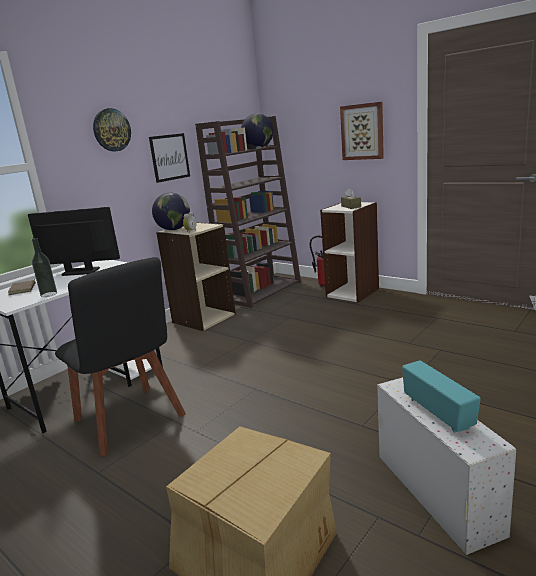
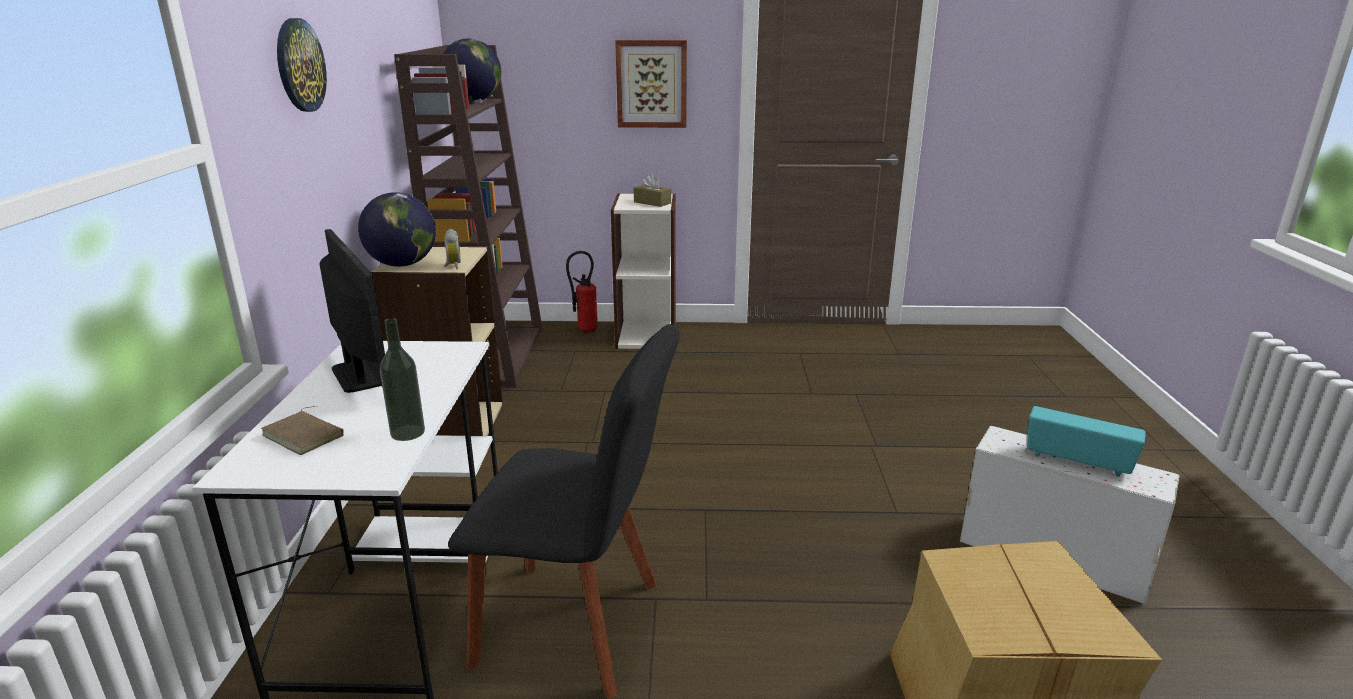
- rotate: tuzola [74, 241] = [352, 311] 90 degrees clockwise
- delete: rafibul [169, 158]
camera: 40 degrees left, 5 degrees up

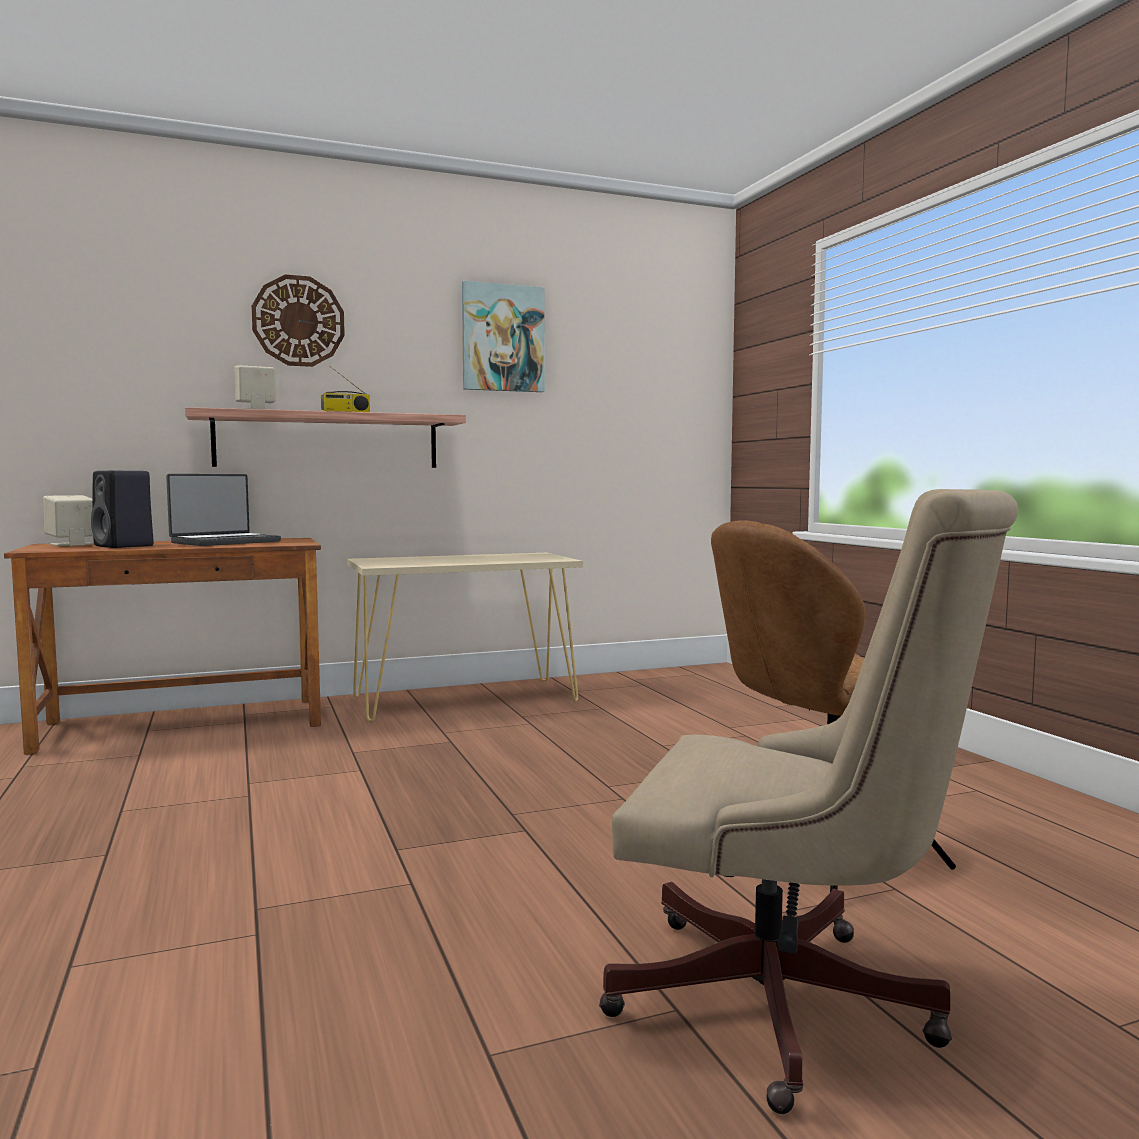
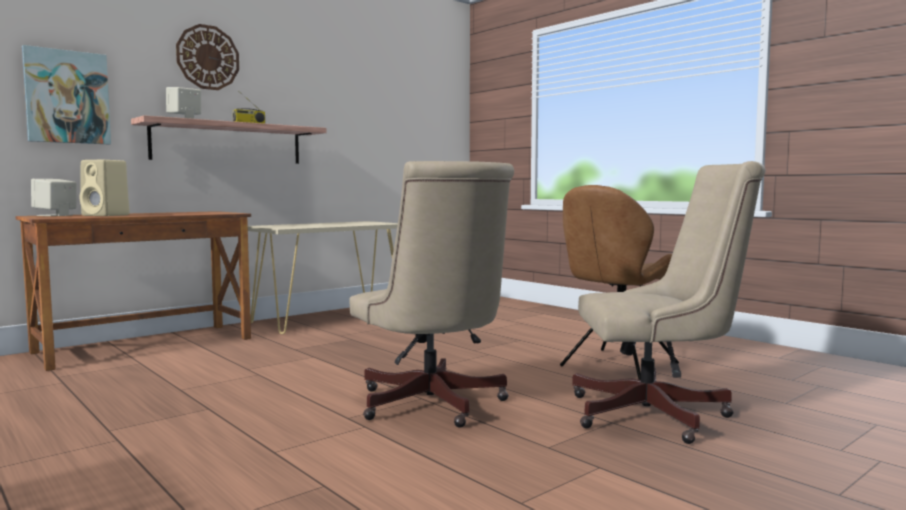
- recolor: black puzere [122, 509] to beige puzere [105, 188]
- delete: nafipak [223, 510]
- move: rafibul [503, 336] to [66, 94]
- insert: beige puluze [431, 294]
camera: 20 degrees left, 0 degrees up

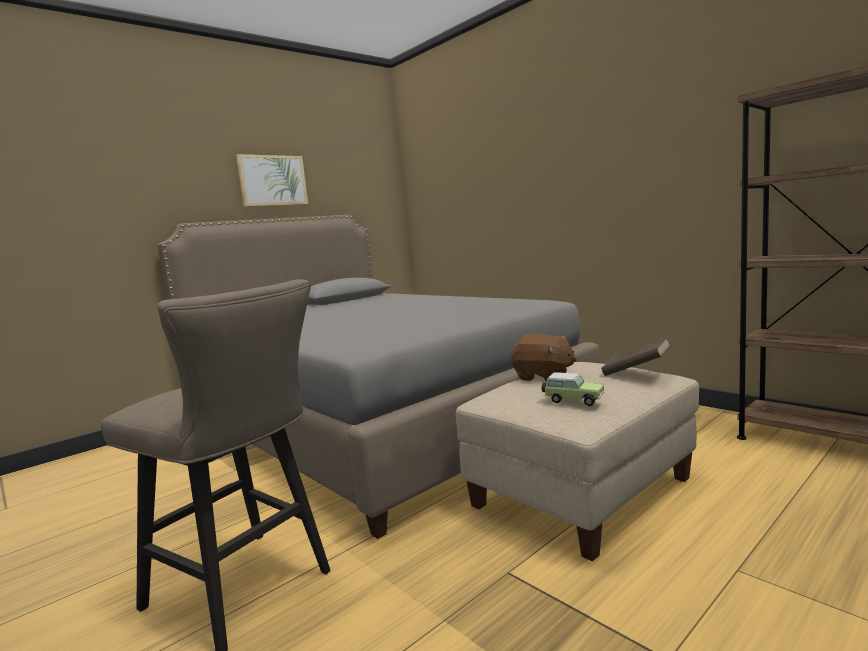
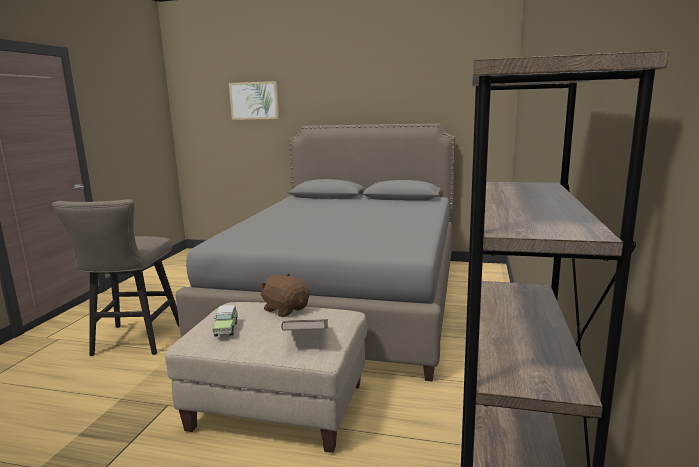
- move: rafibul [272, 180] to [254, 100]
- rotate: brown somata [544, 358] = [284, 295] 135 degrees clockwise
camera: 55 degrees right, 5 degrees up

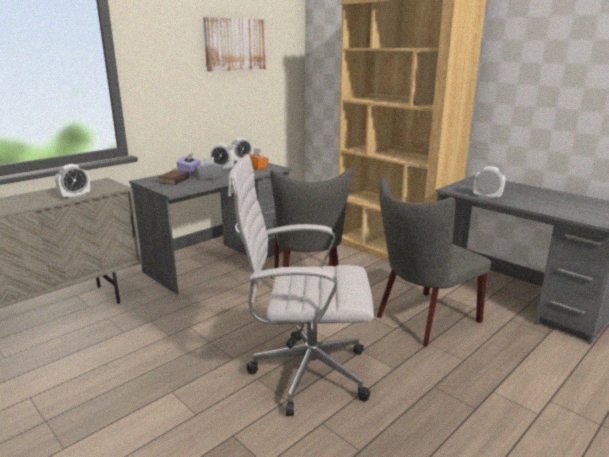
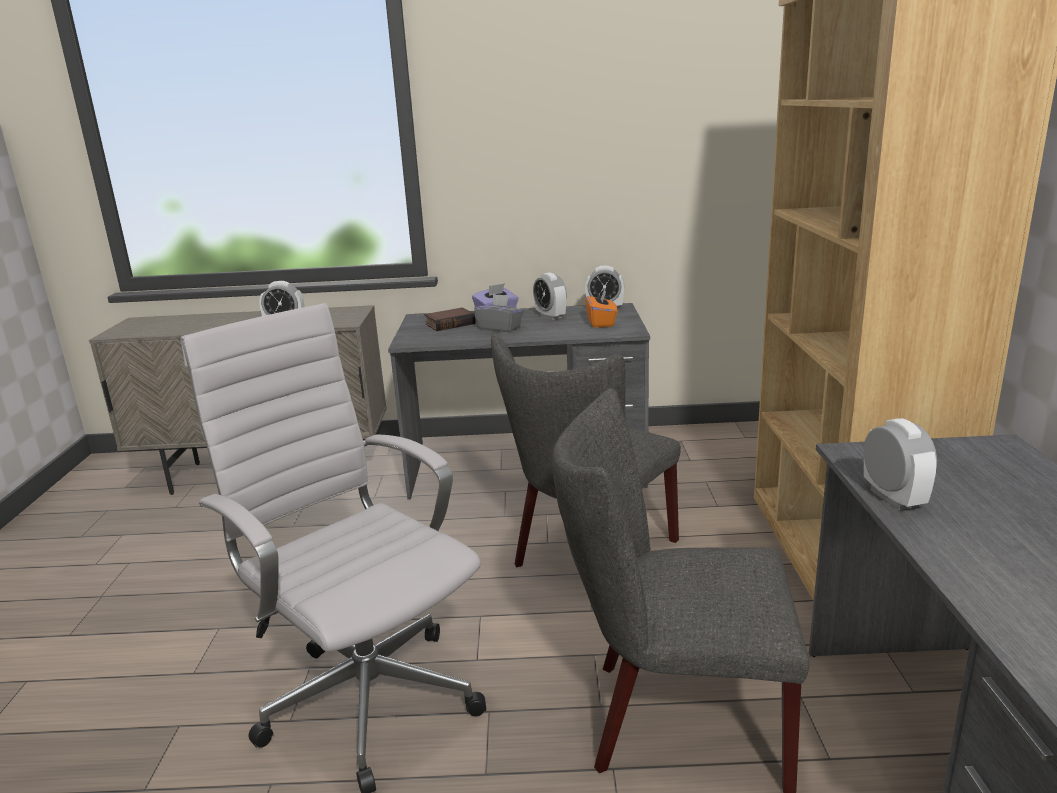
- delete: rafibul [235, 44]
camera: 45 degrees right, 0 degrees up

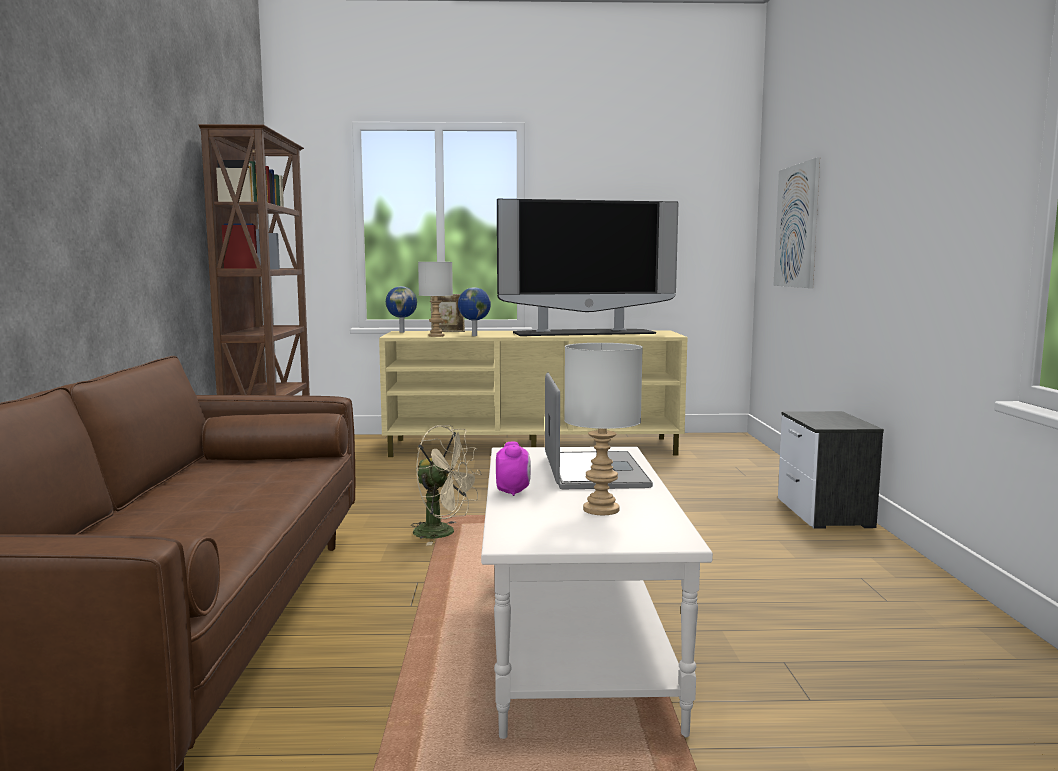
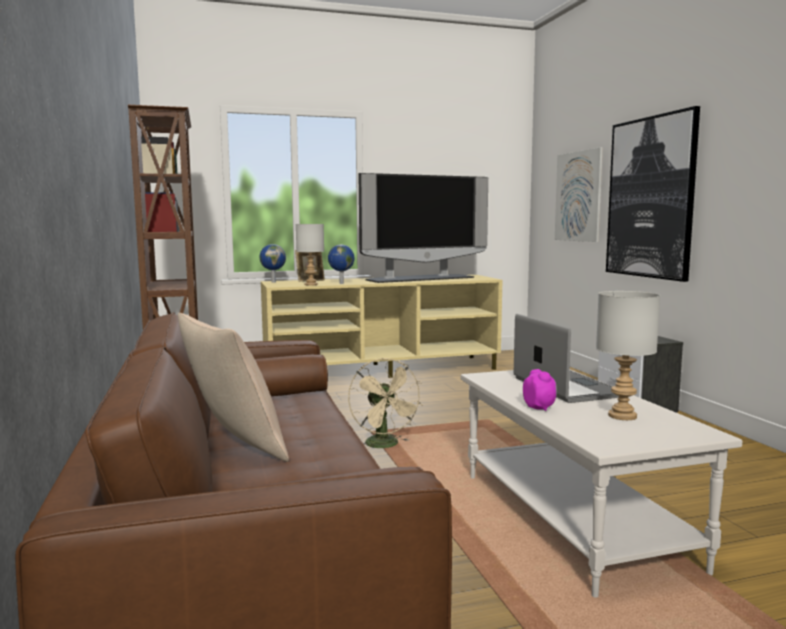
- rotate: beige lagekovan [446, 485] = [385, 403] 60 degrees clockwise
- insert: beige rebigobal [233, 387]
- insert: rafibul [653, 194]
camera: 15 degrees left, 0 degrees up

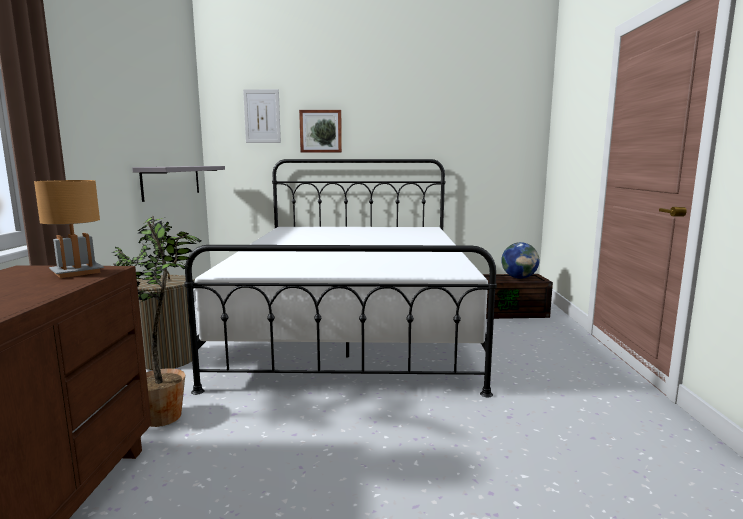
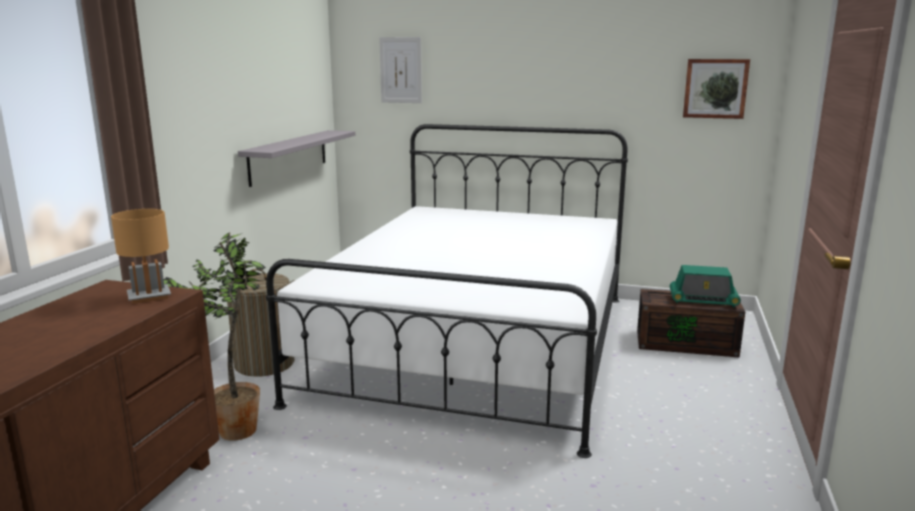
- move: rafibul [320, 131] to [716, 89]
- replace: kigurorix [520, 260] to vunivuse [705, 286]
camera: 15 degrees right, 5 degrees up

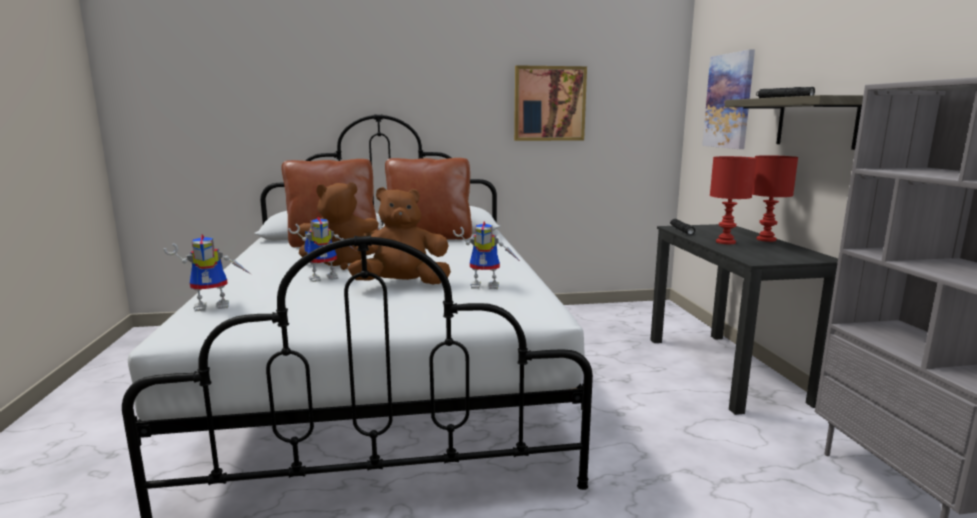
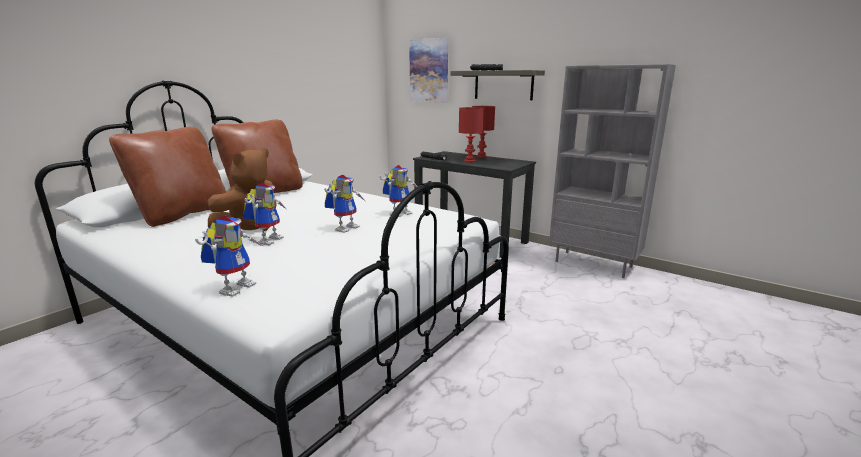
- replace: brown somata [399, 236] to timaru [344, 204]
- delete: rafibul [550, 103]
camera: 45 degrees left, 5 degrees up

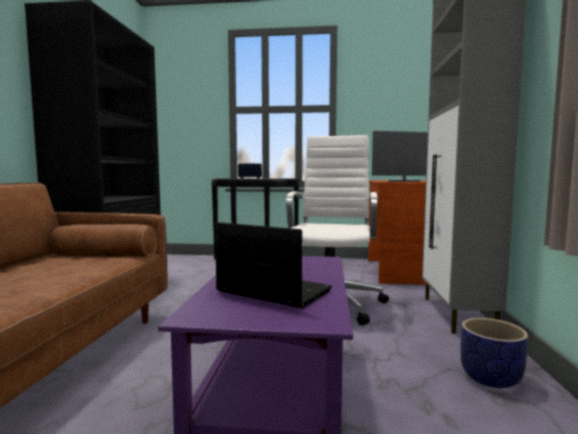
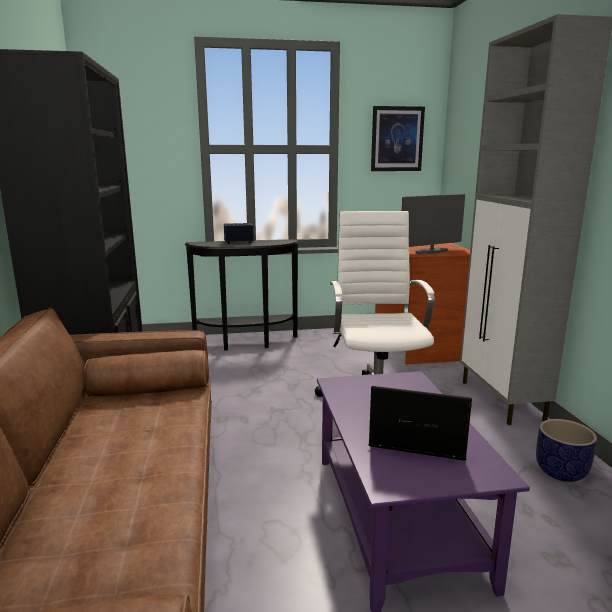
- insert: rafibul [398, 138]
camera: 15 degrees left, 10 degrees up

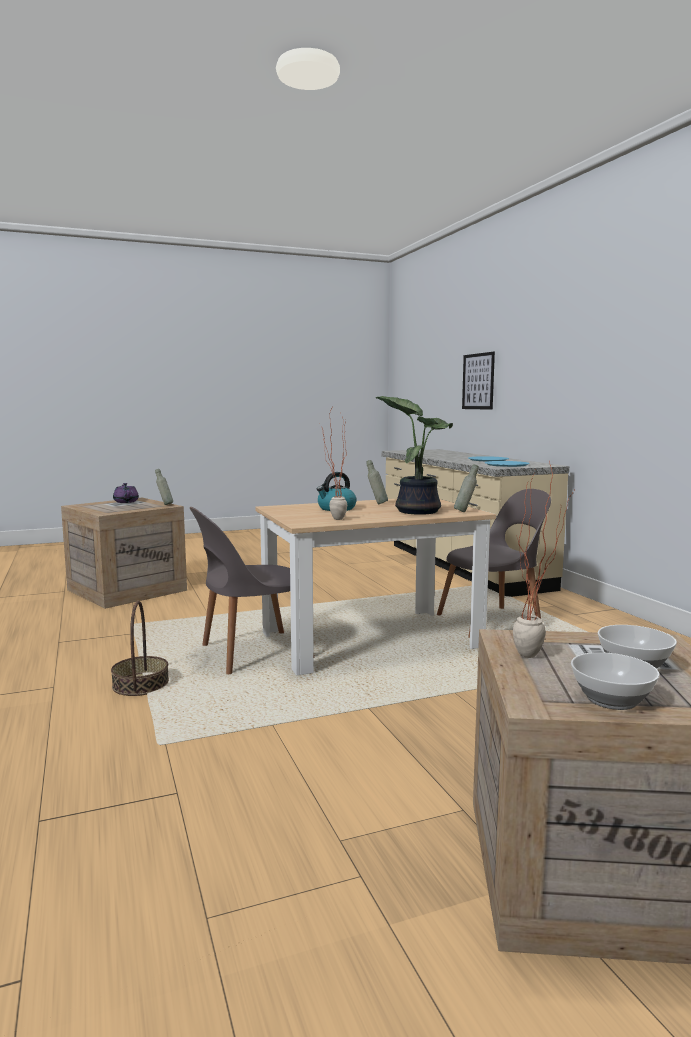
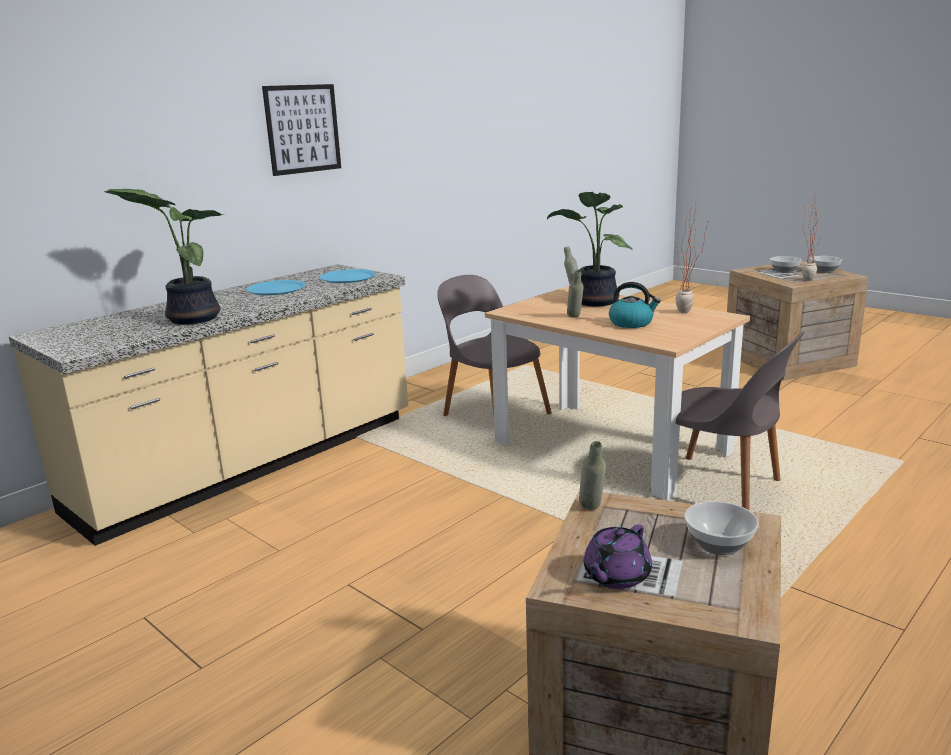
- delete: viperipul [140, 648]
- move: rafibul [478, 381] to [301, 130]
- insert: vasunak [163, 257]
- insert: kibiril [721, 528]
camera: 115 degrees left, 10 degrees up

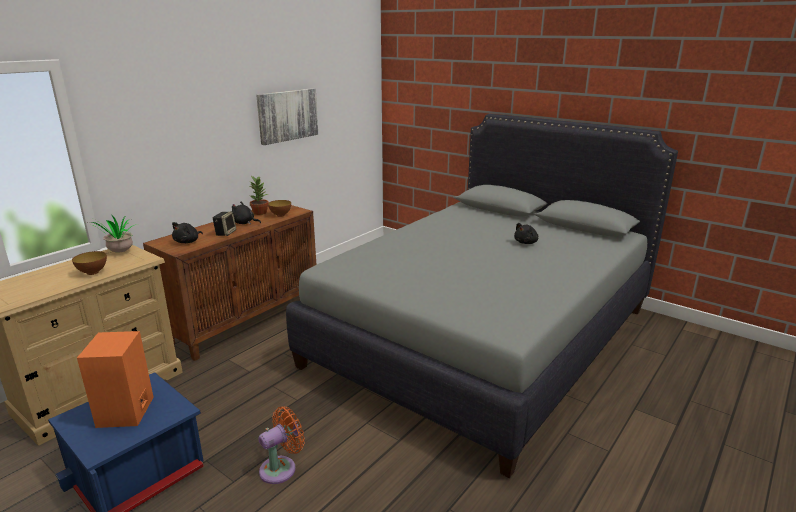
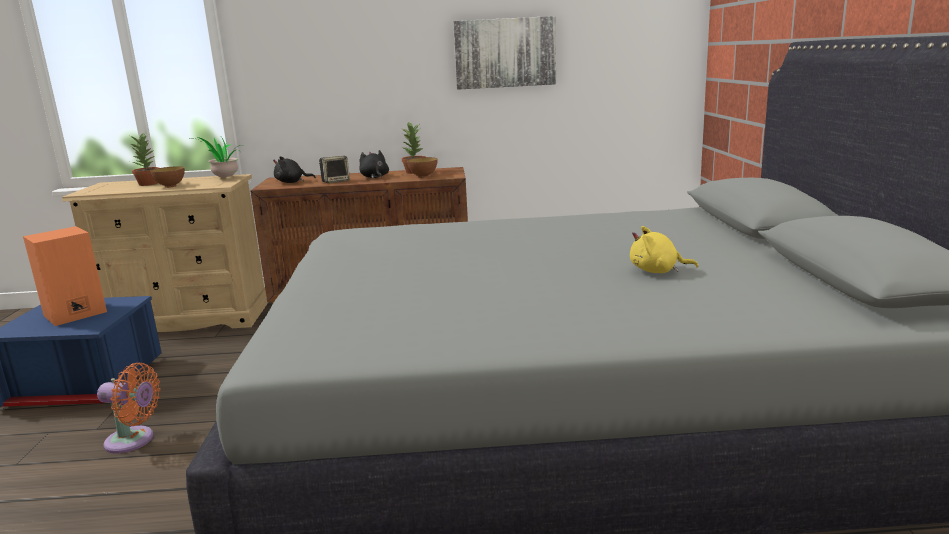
- recolor: black somata [526, 233] to yellow somata [664, 249]
- insert: vasunak [144, 159]
camera: 50 degrees right, 5 degrees down

